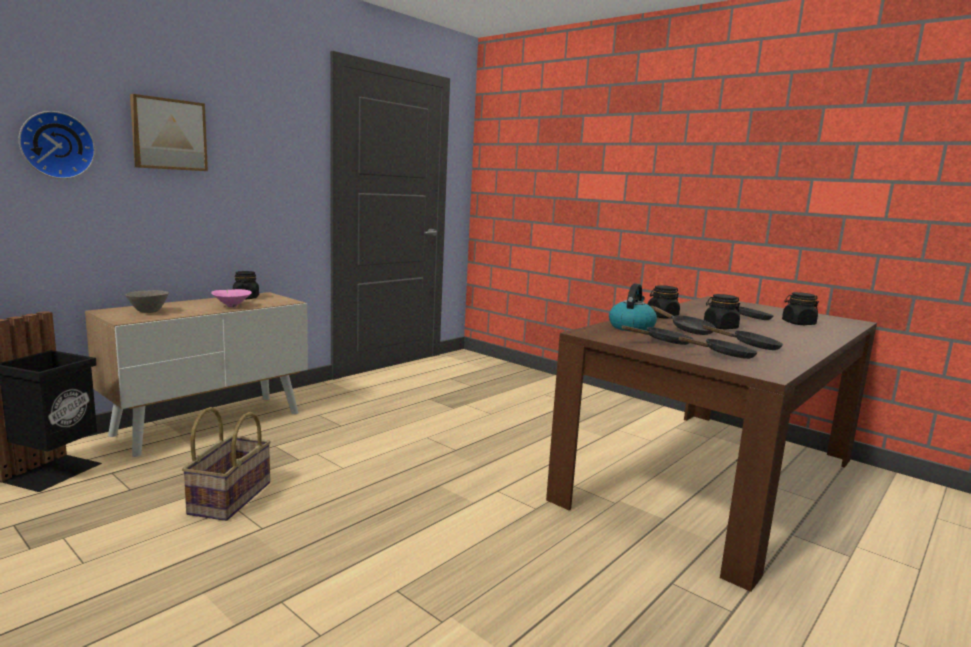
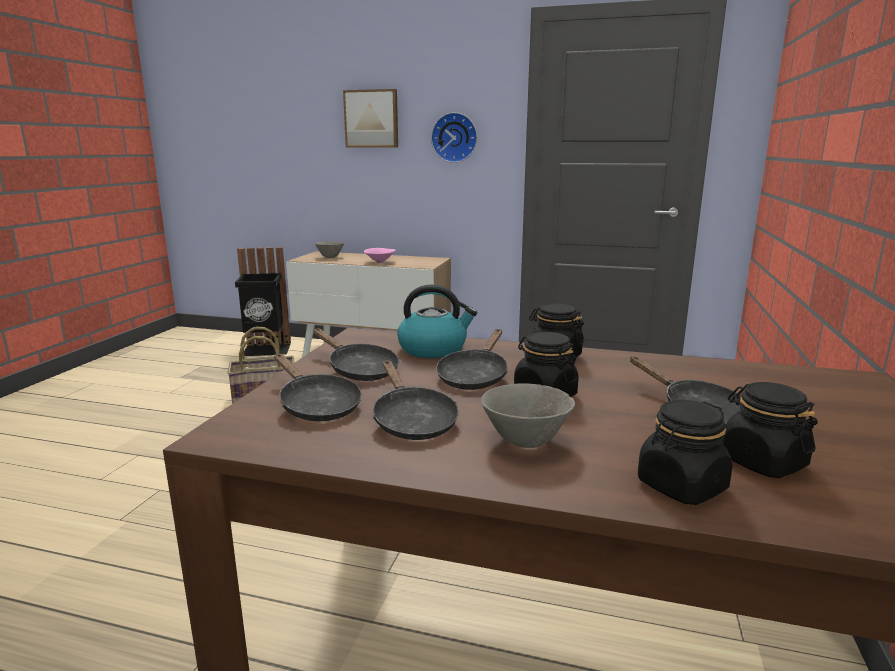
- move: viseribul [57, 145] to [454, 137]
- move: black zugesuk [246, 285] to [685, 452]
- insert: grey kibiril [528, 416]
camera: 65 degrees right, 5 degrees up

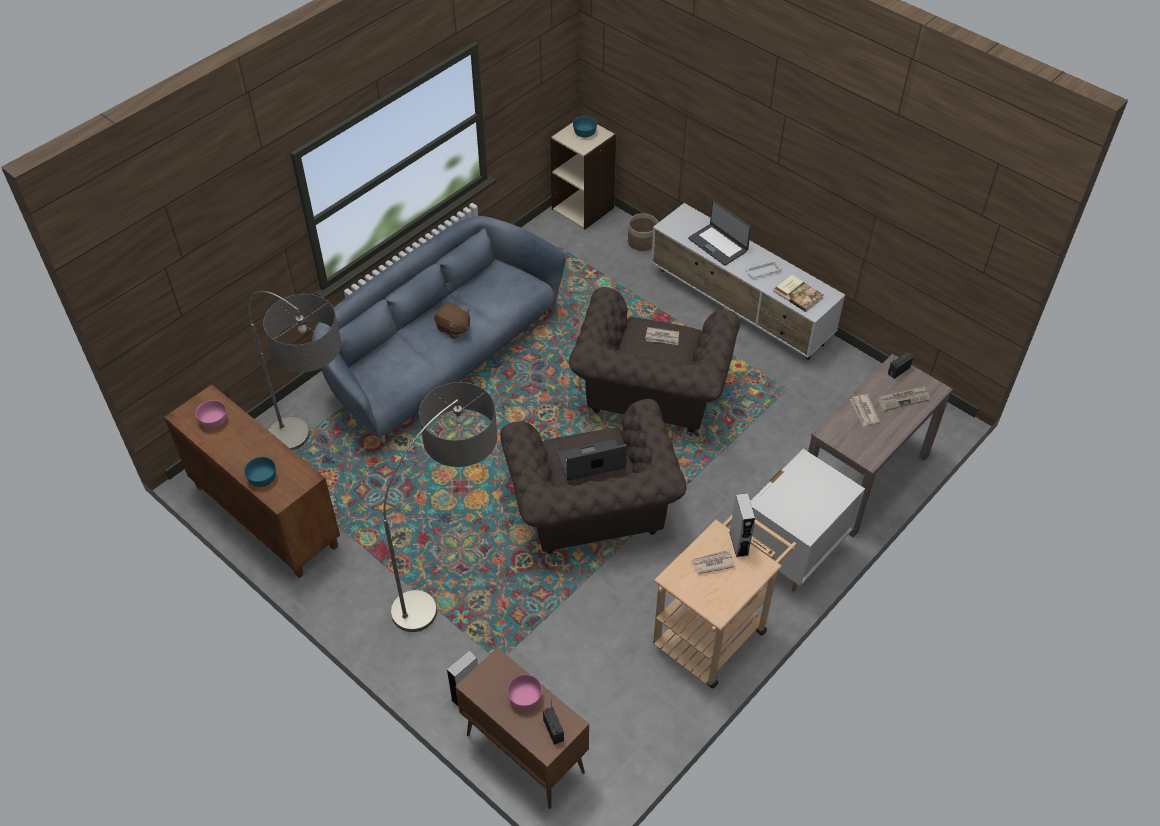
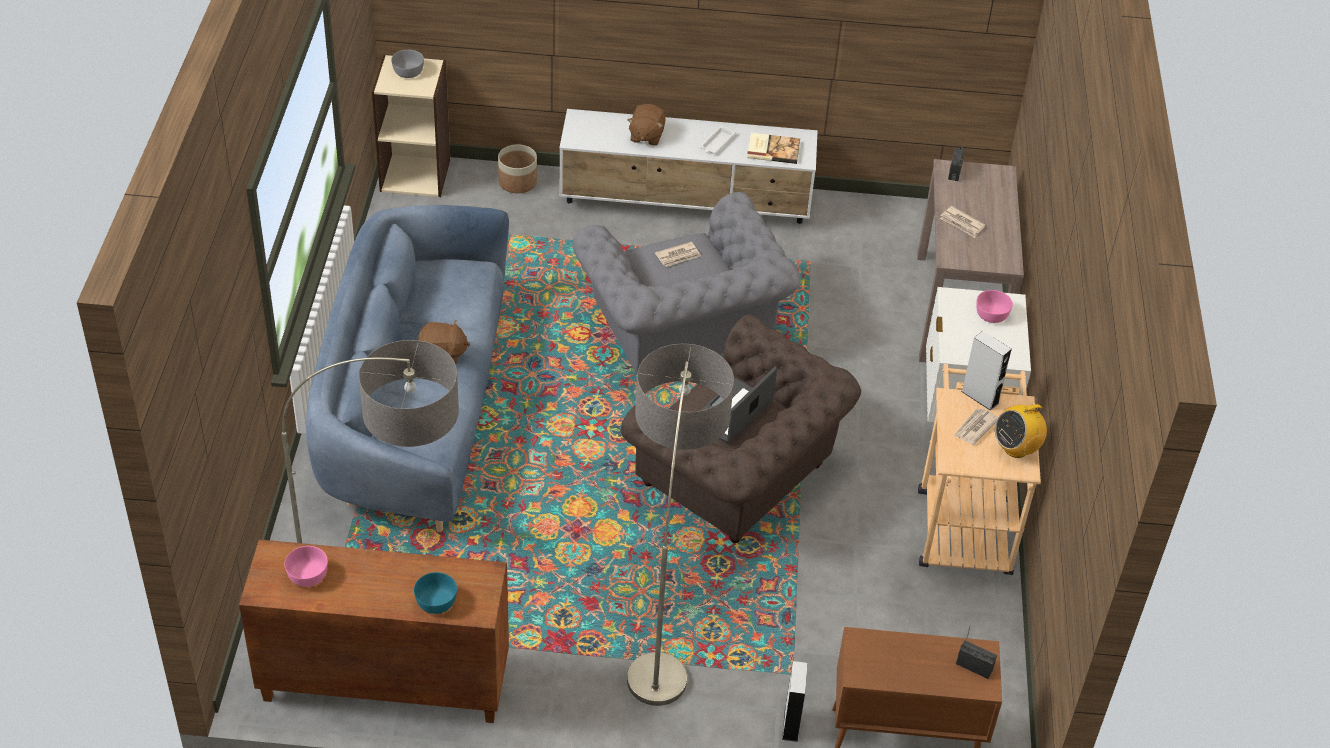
- move: pink kibiril [524, 692] to [994, 306]
- recolor: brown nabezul [654, 360] to grey nabezul [686, 283]
- recolor: turquoise kibiril [585, 127] to grey kibiril [407, 64]
- replace: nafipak [719, 233] to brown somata [647, 125]
- delete: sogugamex [904, 398]
- insert: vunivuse [1021, 428]
camera: 40 degrees left, 5 degrees down

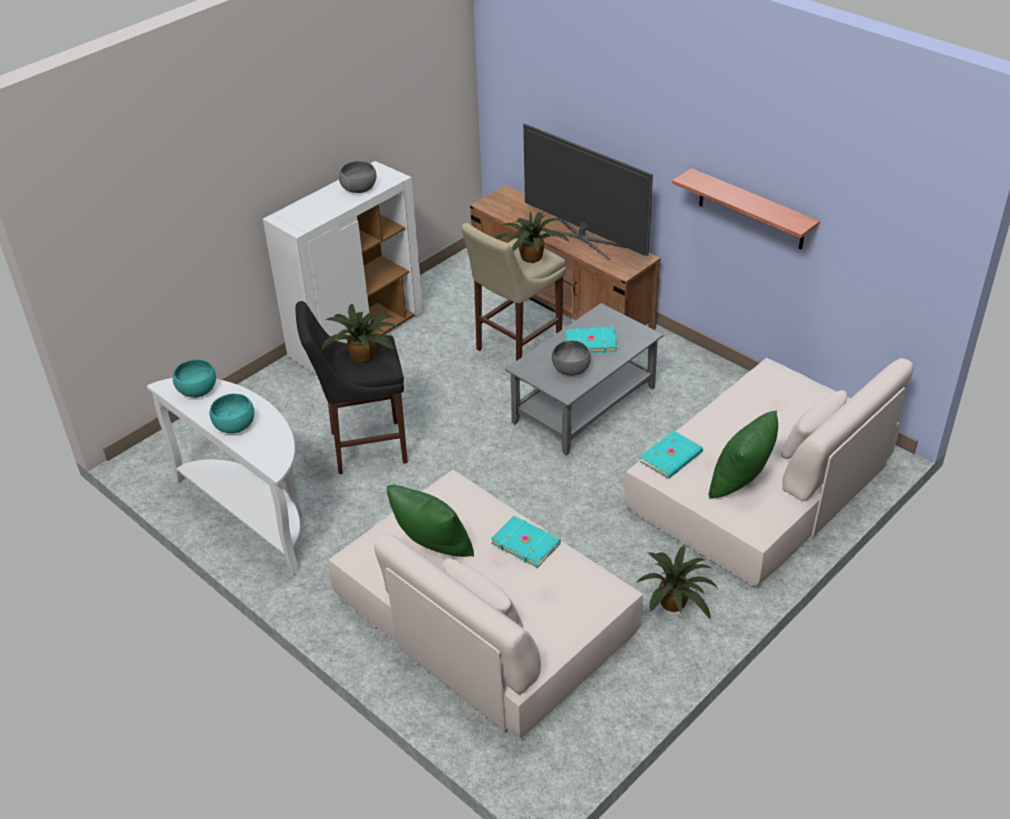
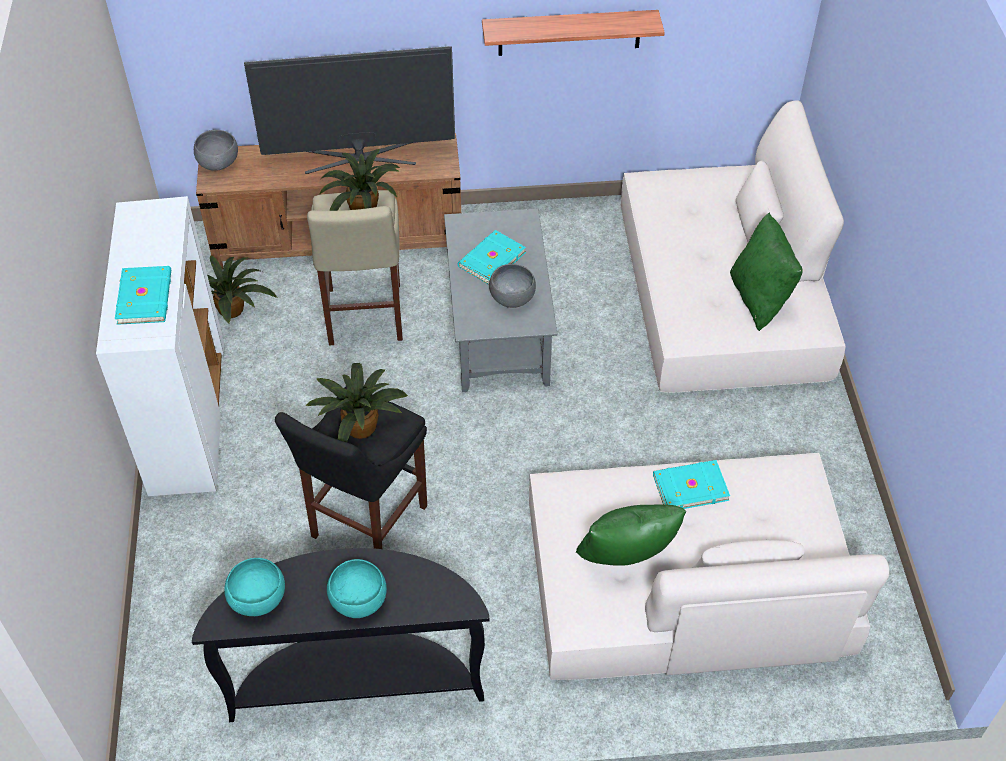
- recolor: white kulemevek [225, 476] to black kulemevek [341, 635]
- move: grey kibiril [357, 177] to [216, 150]
- move: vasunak [677, 583] to [242, 289]
- move: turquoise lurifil [671, 454] to [143, 295]
camera: 50 degrees left, 10 degrees up

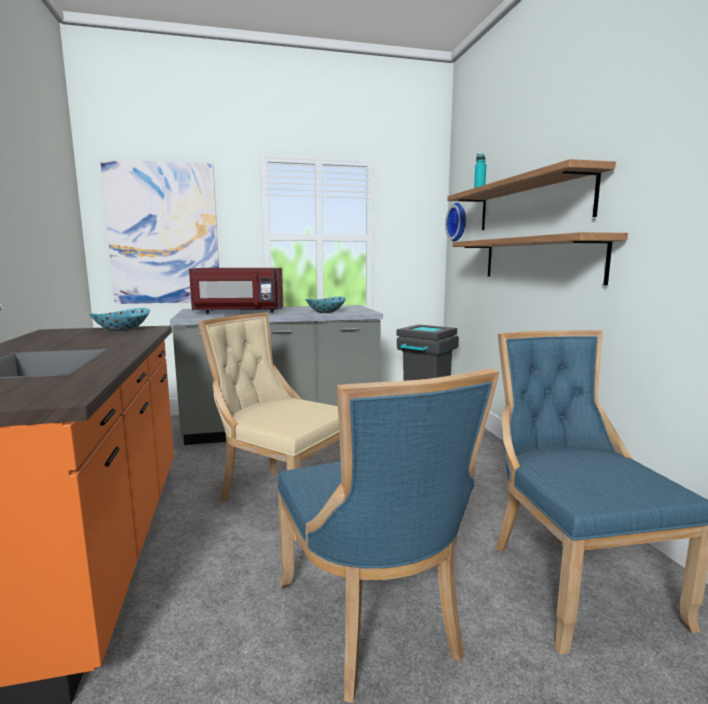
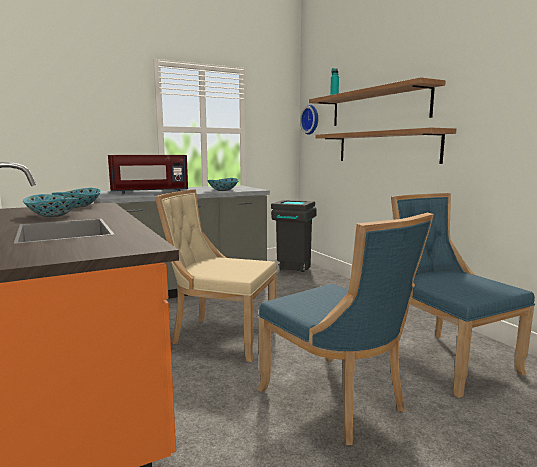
- delete: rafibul [159, 231]
- insert: kibiril [51, 205]
camera: 15 degrees left, 0 degrees up

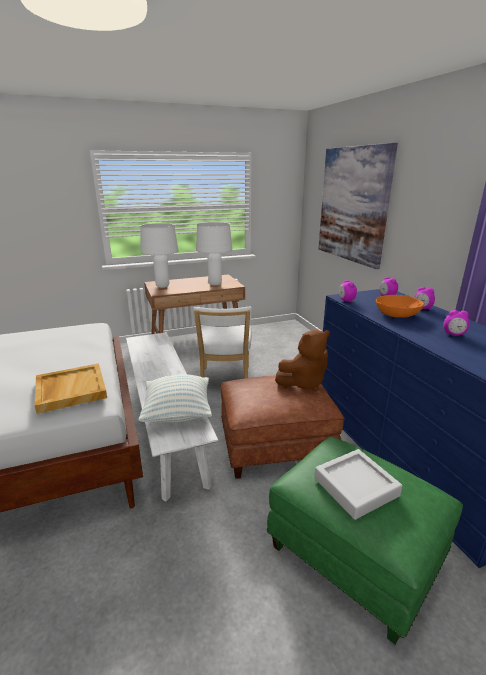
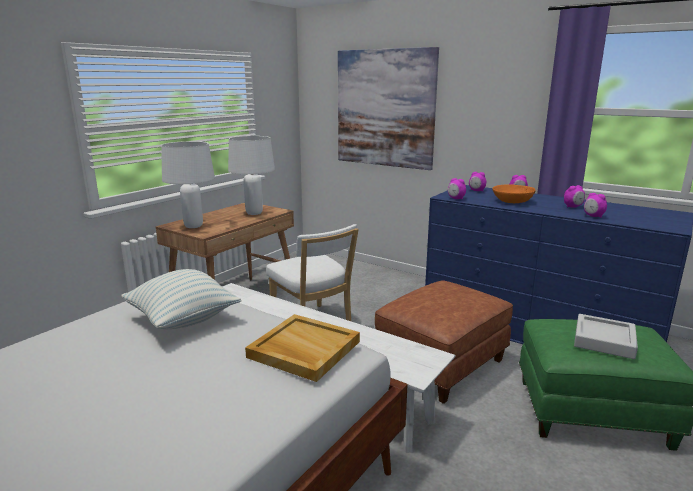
- move: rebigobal [175, 398] to [181, 299]
- delete: brown somata [302, 361]
- insert: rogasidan [595, 205]
camera: 35 degrees left, 5 degrees down

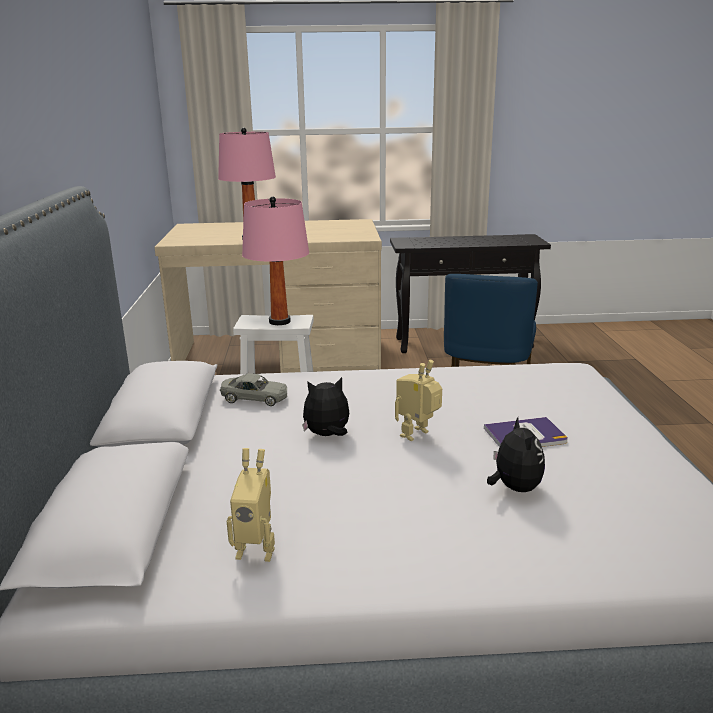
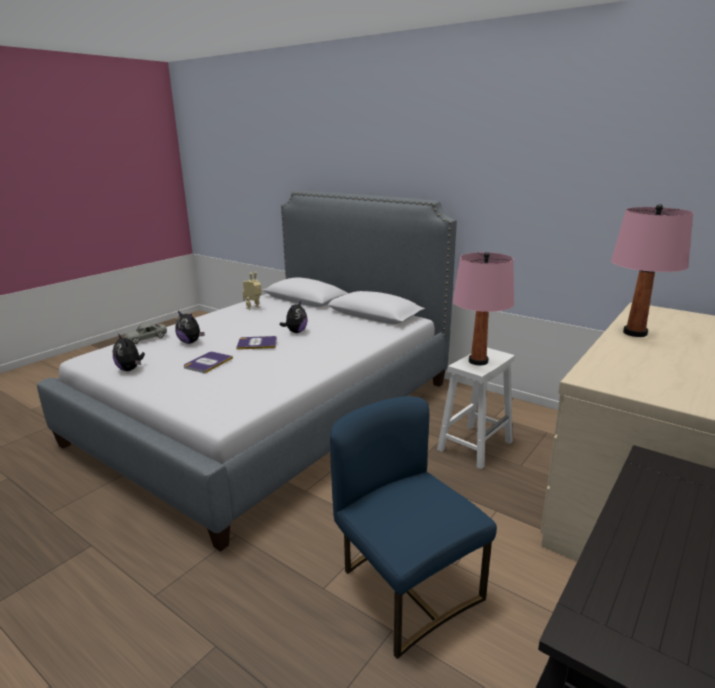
- move: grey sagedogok [253, 389] to [146, 333]
- replace: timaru [418, 400] to lurifil [256, 343]
- insert: somata [129, 352]
camera: 130 degrees right, 0 degrees up

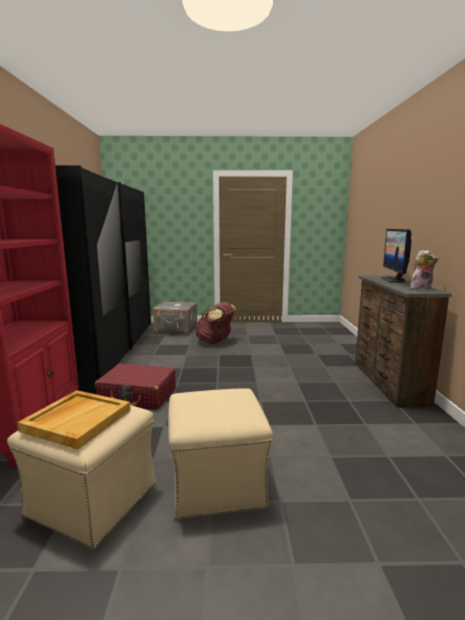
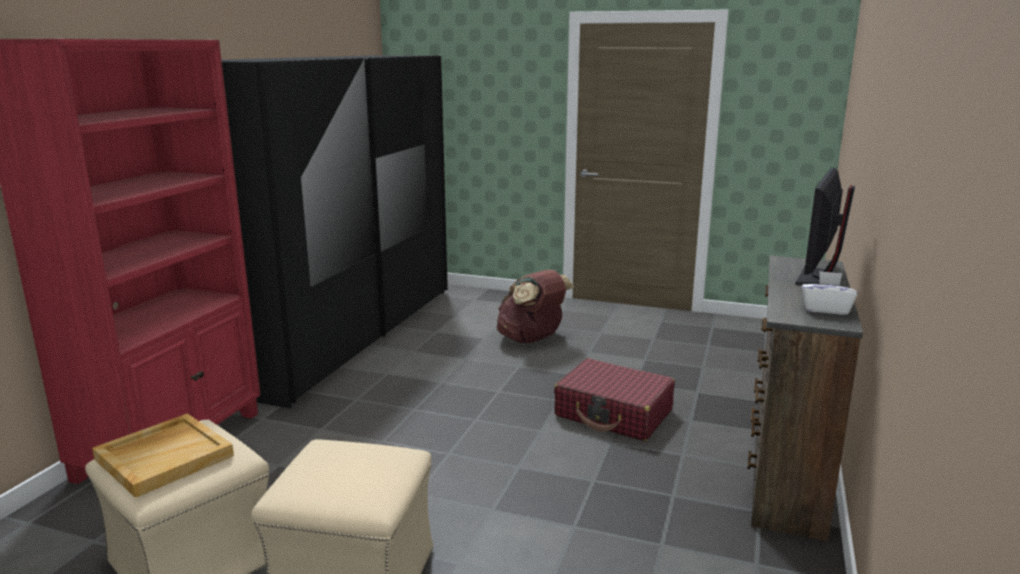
- move: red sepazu [135, 386] to [614, 399]
- delete: grey sepazu [174, 318]
- replace: somata [424, 270] to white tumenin [829, 293]
camera: 20 degrees right, 5 degrees up

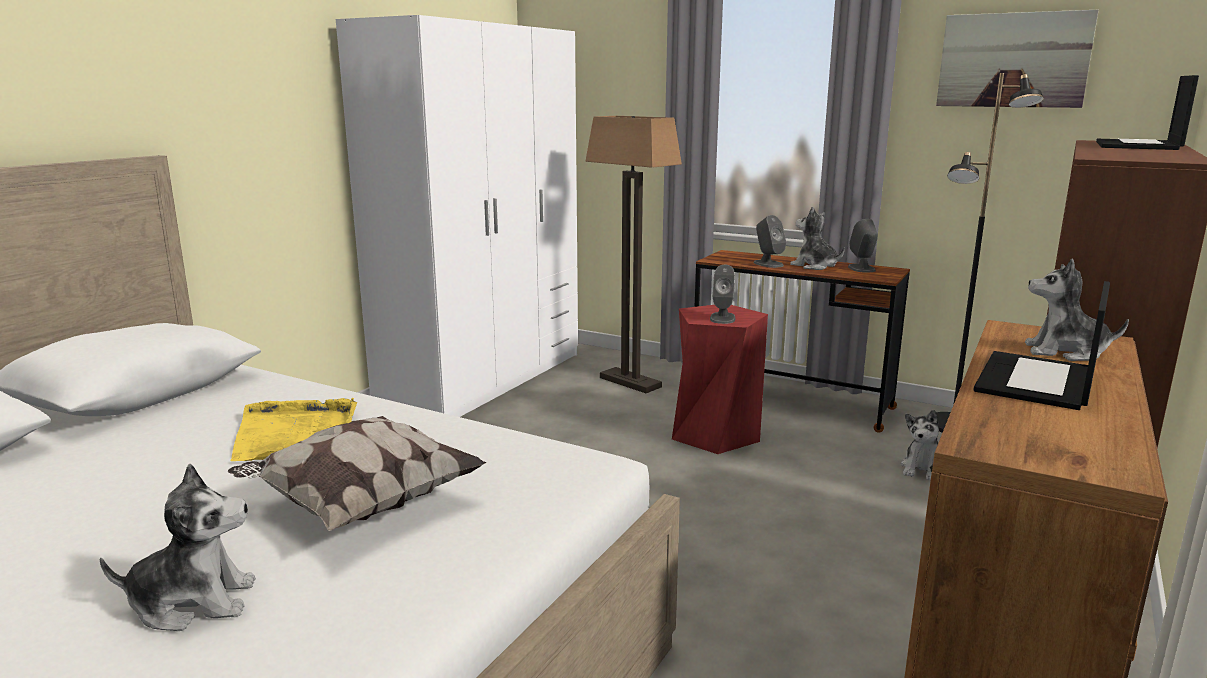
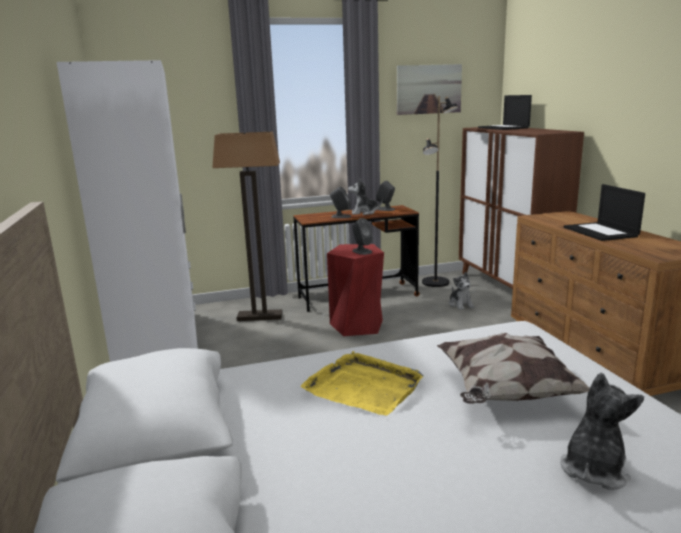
- delete: somata [1077, 310]
camera: 45 degrees left, 0 degrees up

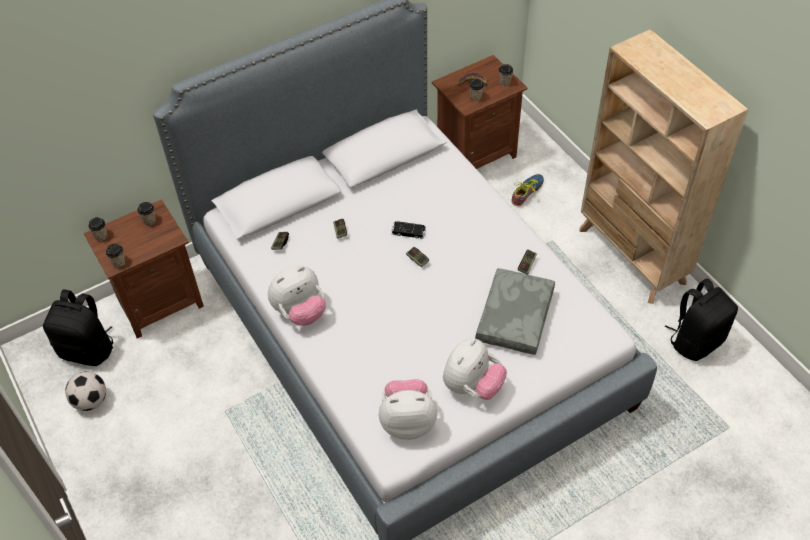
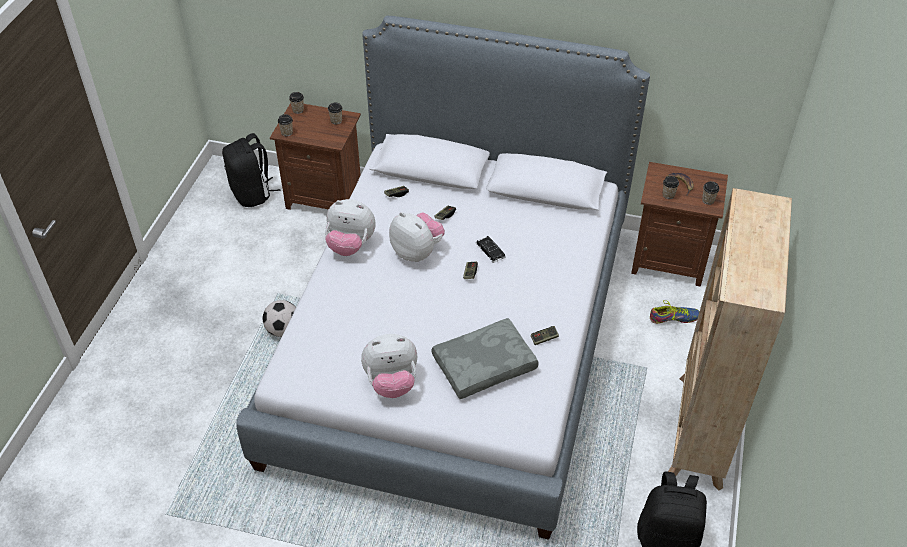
- move: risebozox [85, 391] to [279, 318]
- move: somata [408, 409] to [417, 237]
camera: 45 degrees right, 5 degrees down

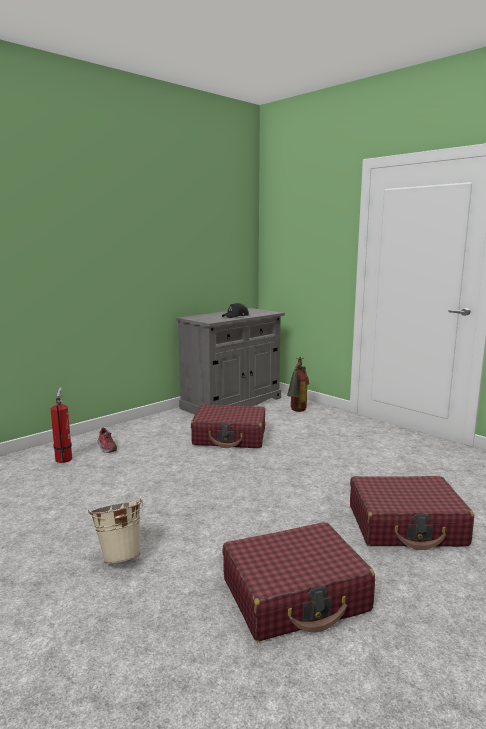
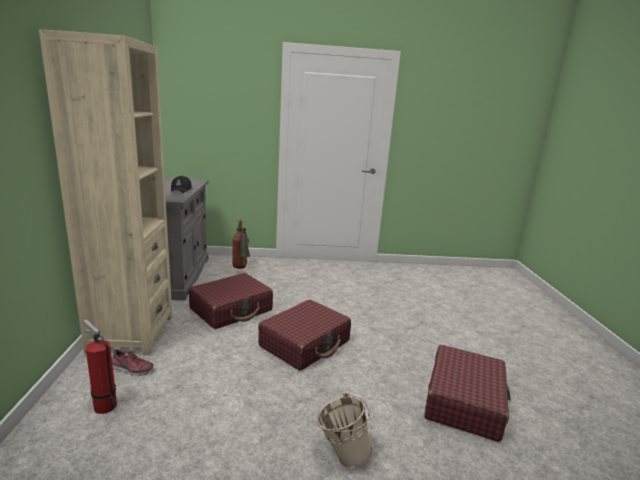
- move: red sepazu [412, 513] to [304, 335]
- insert: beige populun [105, 192]
camera: 50 degrees left, 5 degrees up

